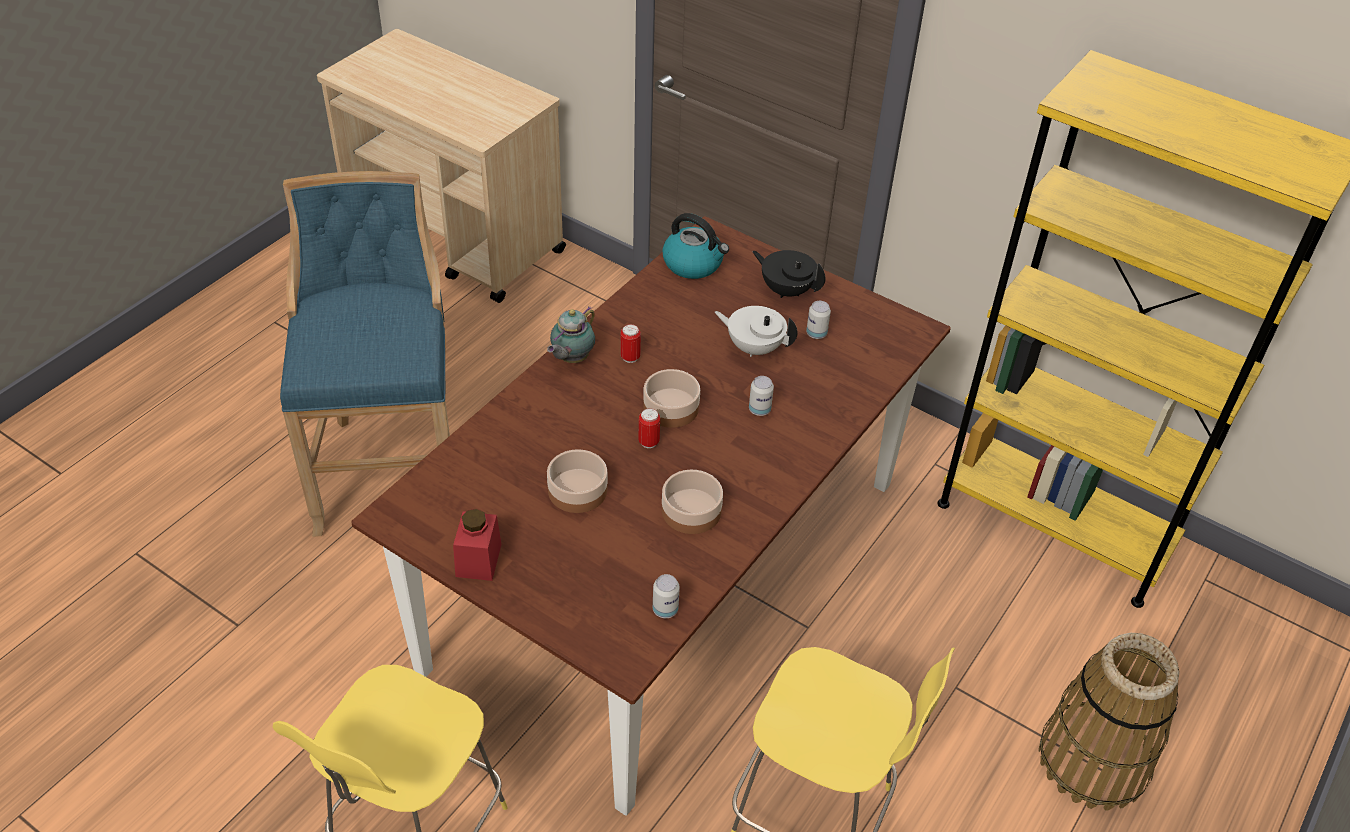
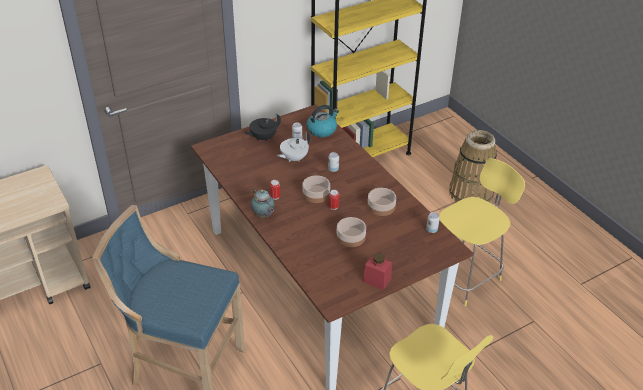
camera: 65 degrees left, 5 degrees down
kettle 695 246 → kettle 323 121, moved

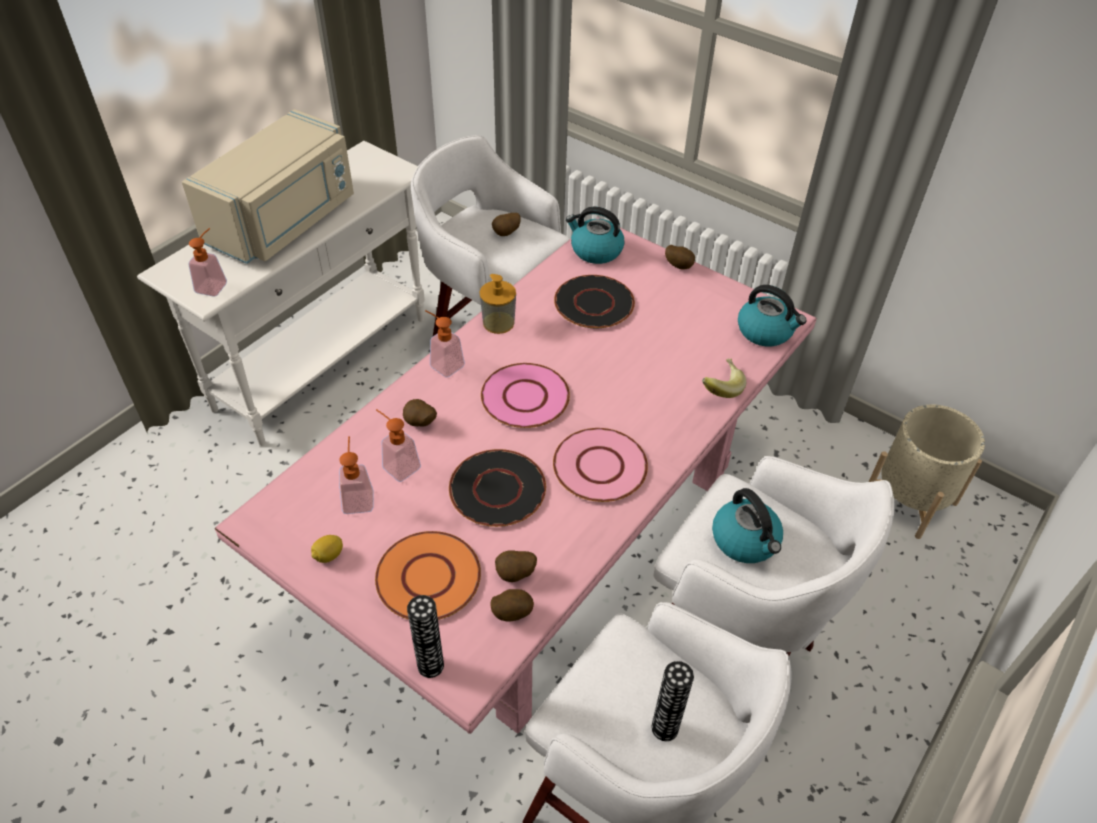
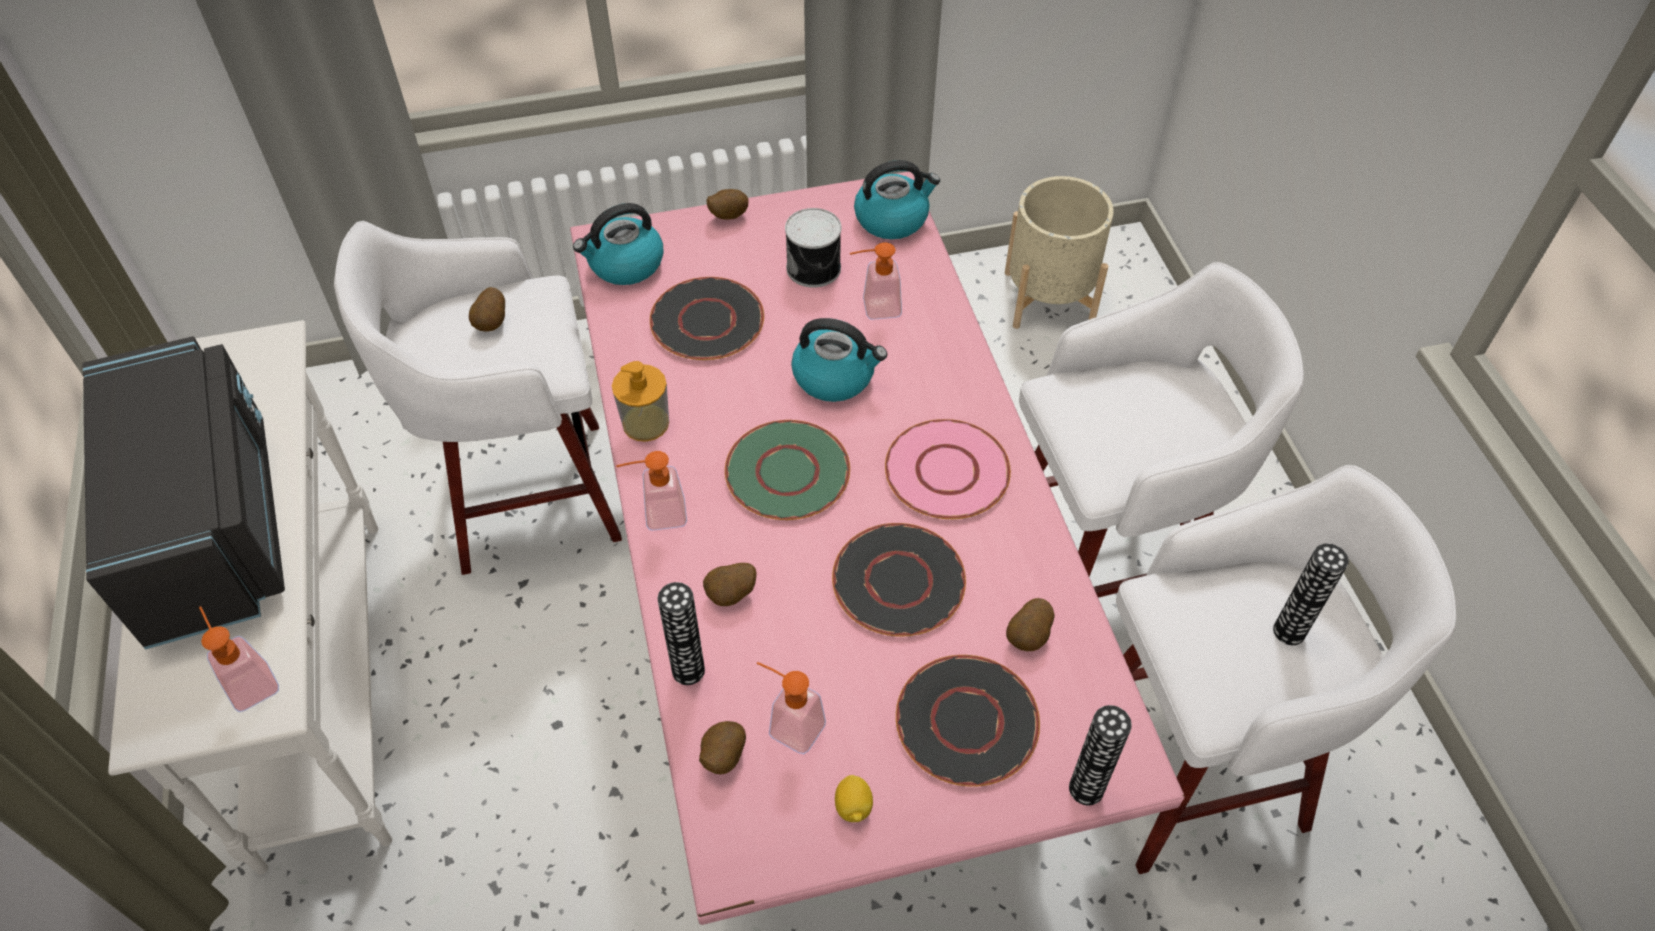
camera: 50 degrees left, 5 degrees up
beige microwave 268 186 → black microwave 184 493
- → vase 681 633
potato 512 605 → potato 722 747, moved
pink plate 525 395 → green plate 787 470
- → can 813 248
kettle 747 525 → kettle 839 360, moved
soap dispenser 398 445 → soap dispenser 876 281, moved
orange plate 428 575 → black plate 968 721
banana 724 378 → -

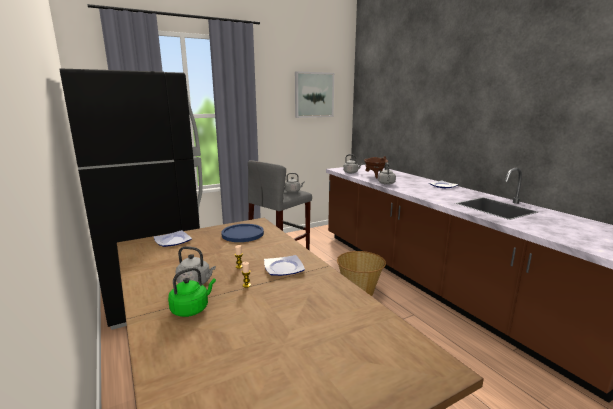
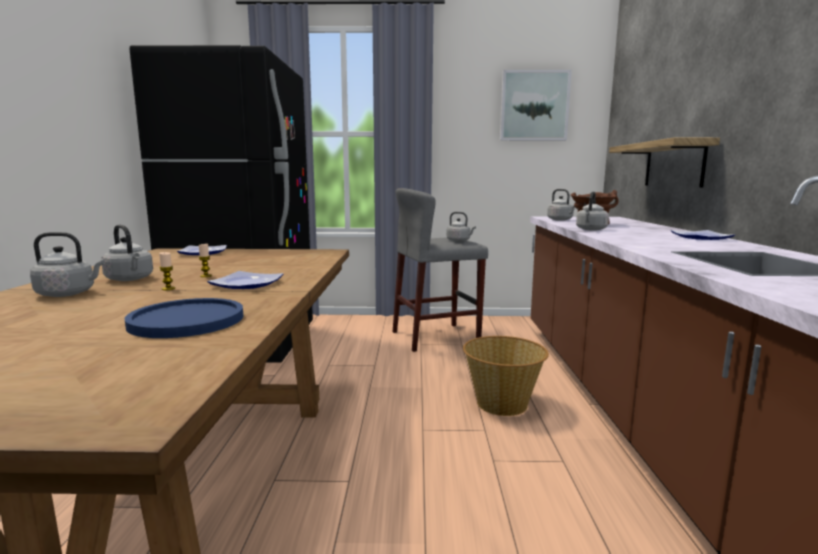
camera: 30 degrees right, 5 degrees down
green kettle 192 292 → grey kettle 67 264
blue plate 242 233 → blue plate 184 318, moved
- → shelf 664 162

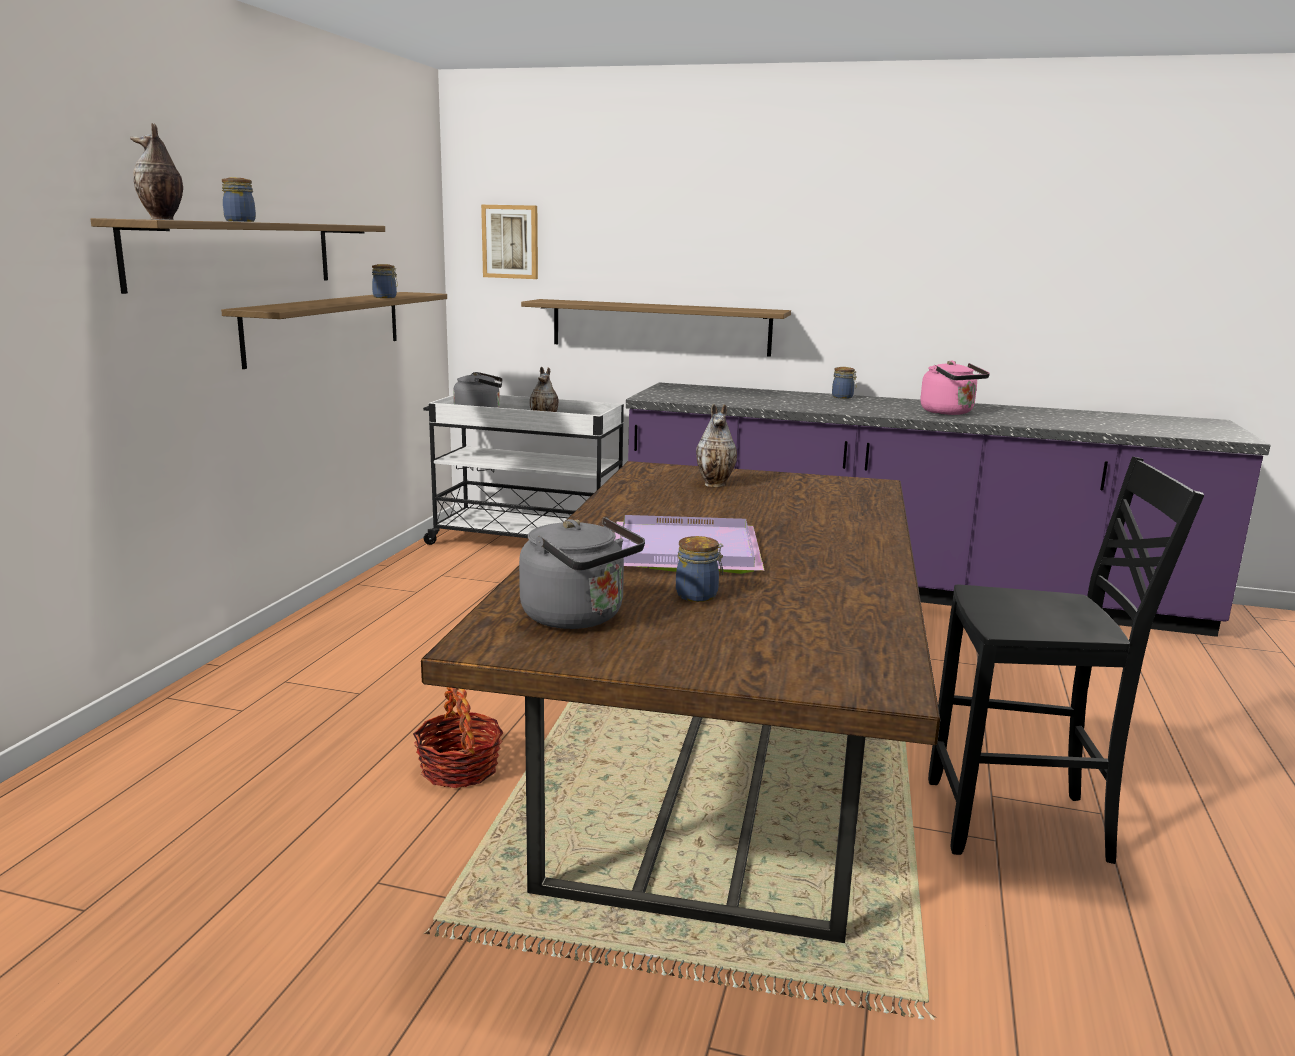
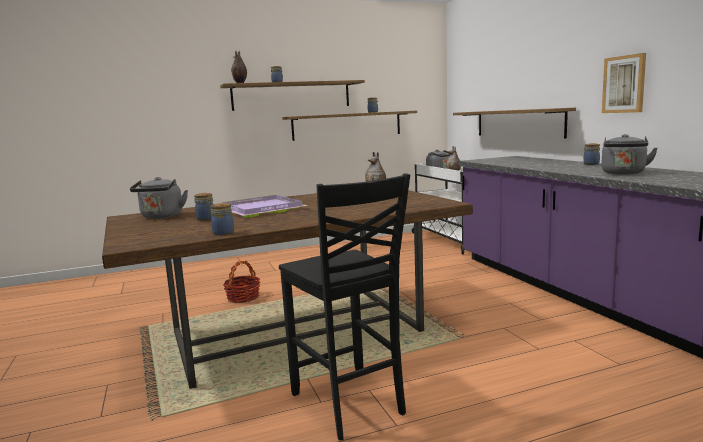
camera: 55 degrees right, 5 degrees down
- → jar 222 219
pink kettle 955 387 → grey kettle 629 154
picture 509 242 → picture 624 83, moved

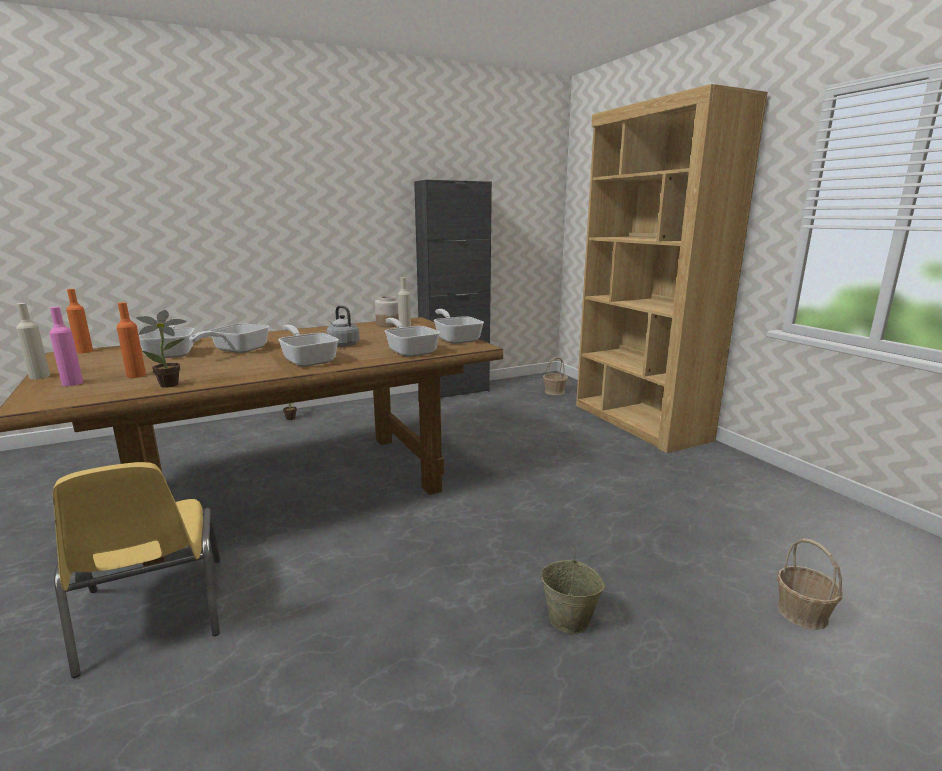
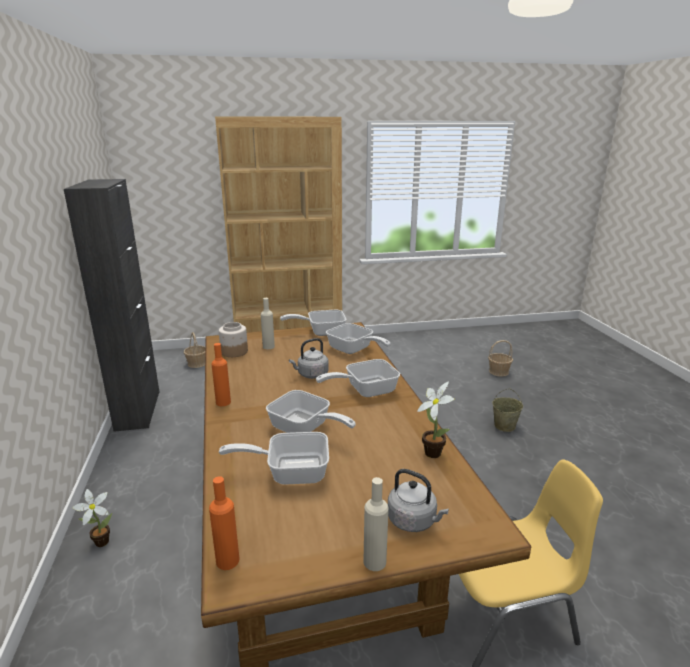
camera: 75 degrees left, 5 degrees up
orange bottle 131 340 → orange bottle 221 374, moved
frying pan 412 337 → frying pan 358 338, 120 degrees counterclockwise
pink bottle 66 346 → grey kettle 418 500

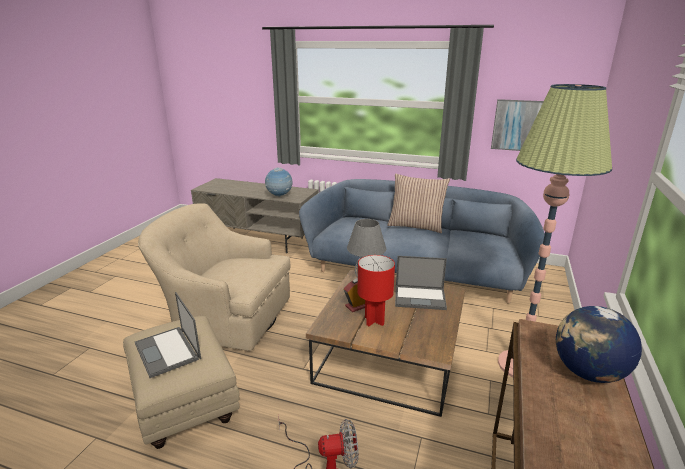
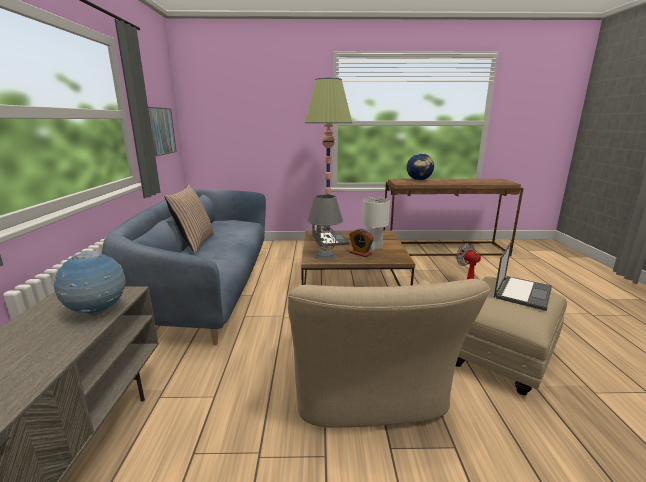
camera: 110 degrees left, 5 degrees down
red table lamp 376 290 → white table lamp 376 223

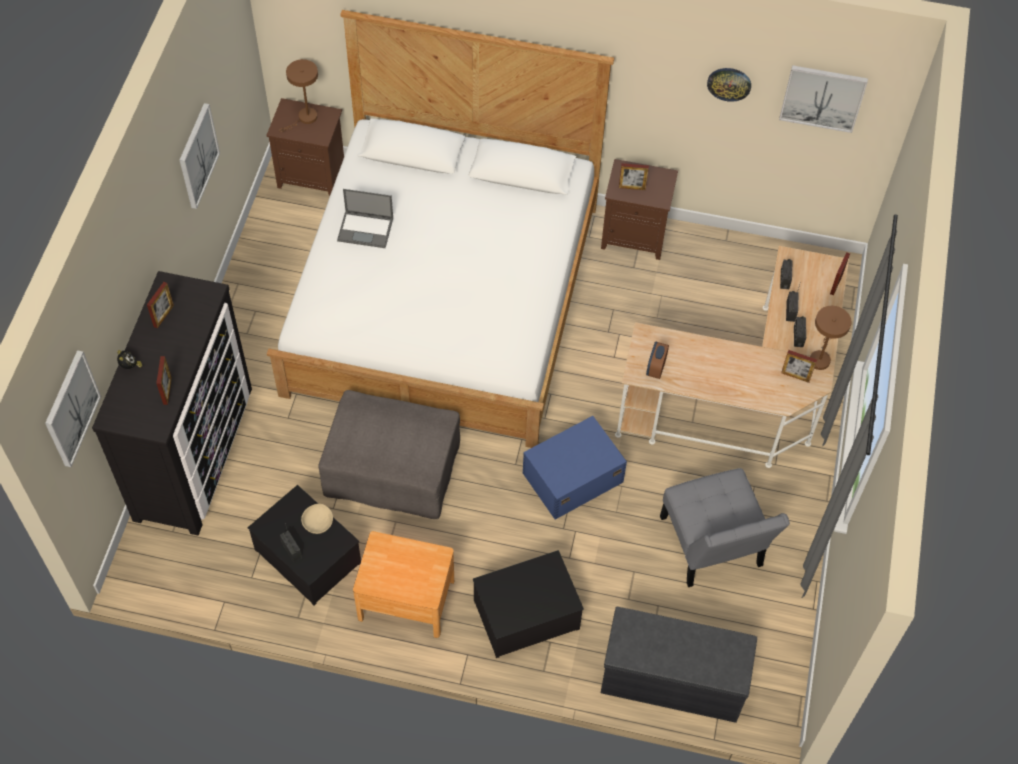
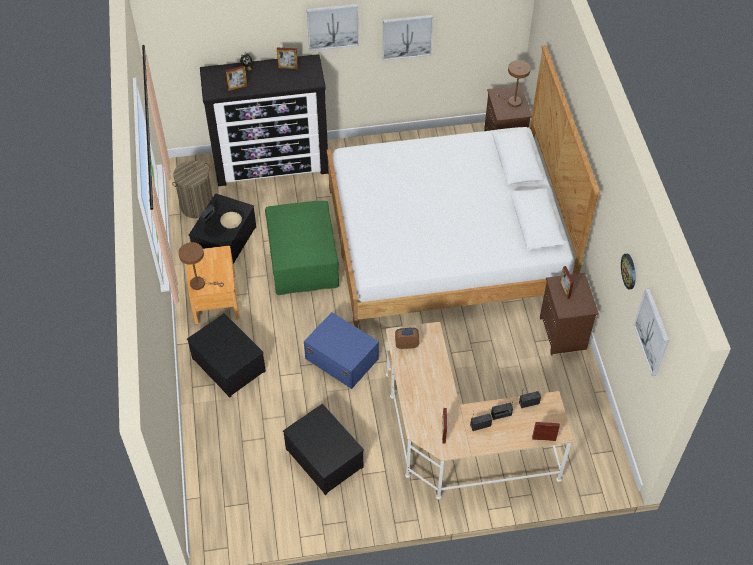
camera: 70 degrees right, 5 degrees down
- → laundry basket 192 189
brown table lamp 830 338 → brown table lamp 201 266, moved
grey ottoman 389 454 → green ottoman 302 248
grey chair 725 527 → storage box 323 449
picture 73 408 → picture 333 27, moved
laptop 365 218 → -
grey bench 679 665 → -

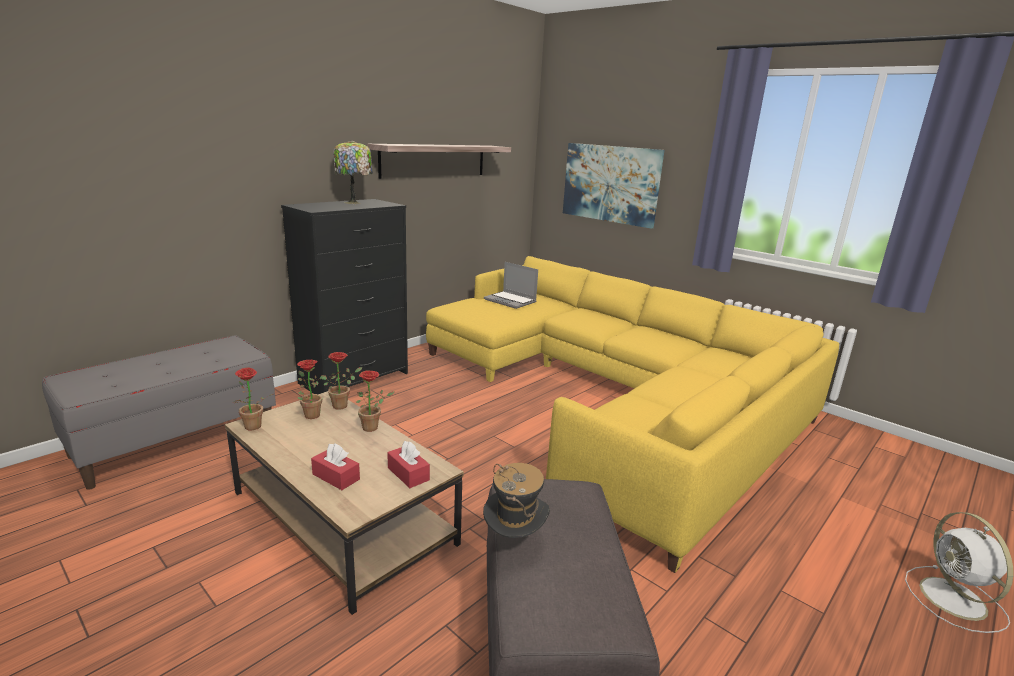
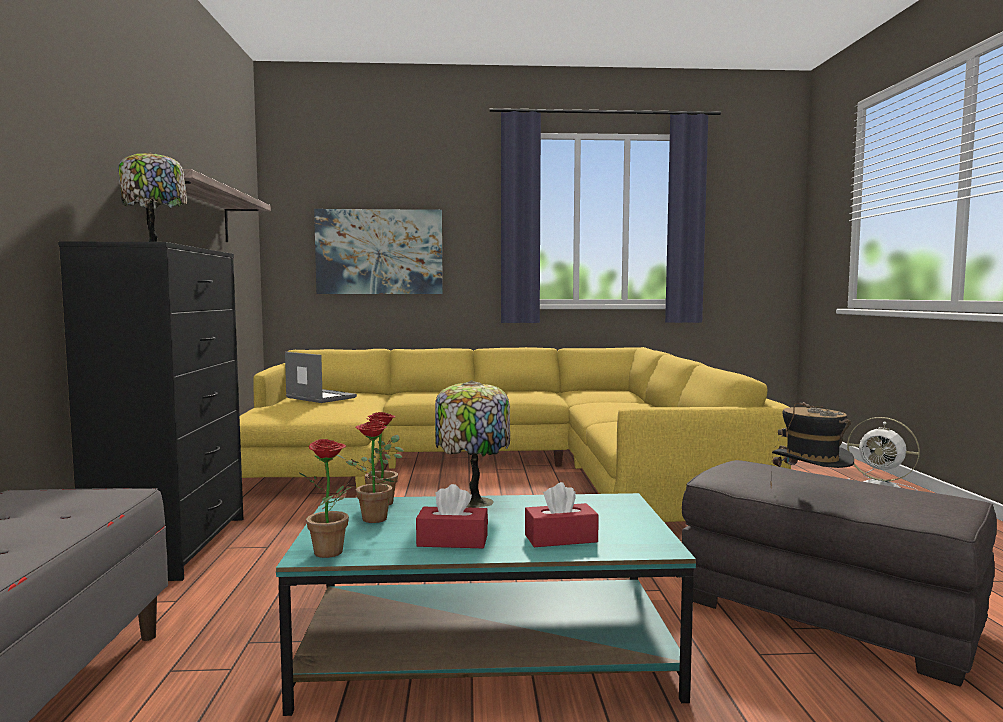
camera: 45 degrees left, 15 degrees down
brown coffee table 344 503 → turquoise coffee table 486 604
laptop 511 285 → laptop 321 377, 135 degrees counterclockwise
red tissue box 408 464 → red tissue box 452 516, moved
potted plant 375 401 → table lamp 472 444

